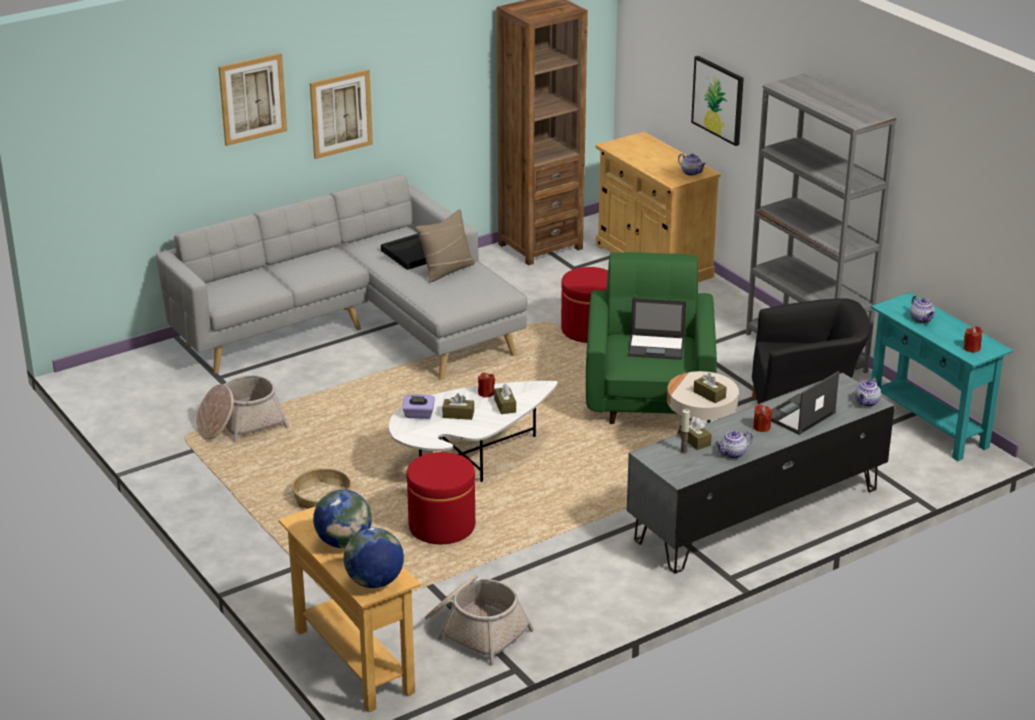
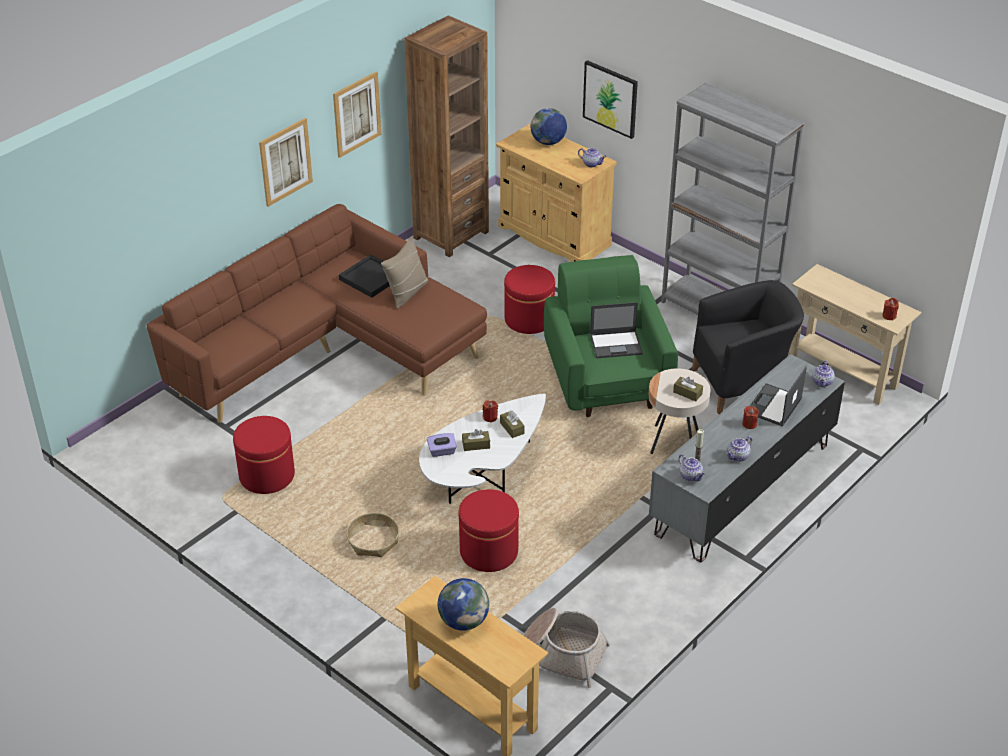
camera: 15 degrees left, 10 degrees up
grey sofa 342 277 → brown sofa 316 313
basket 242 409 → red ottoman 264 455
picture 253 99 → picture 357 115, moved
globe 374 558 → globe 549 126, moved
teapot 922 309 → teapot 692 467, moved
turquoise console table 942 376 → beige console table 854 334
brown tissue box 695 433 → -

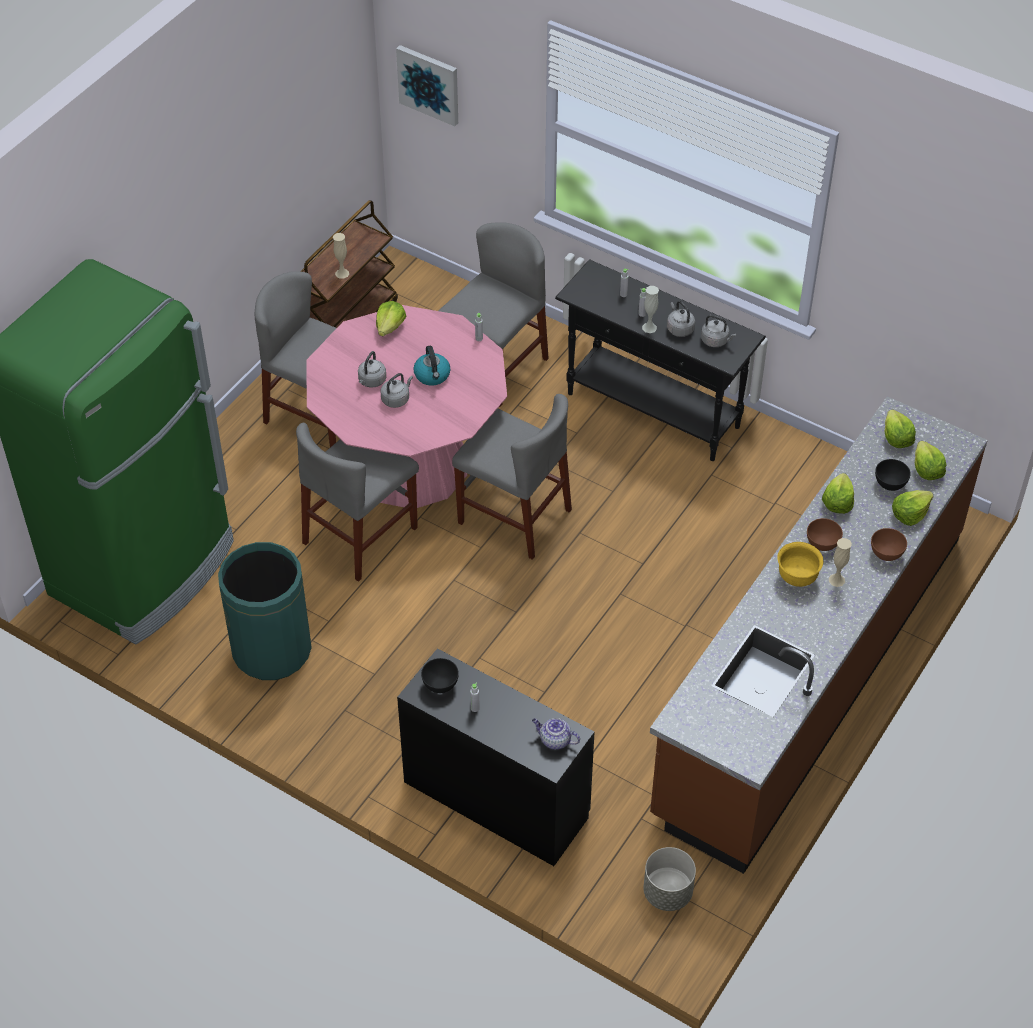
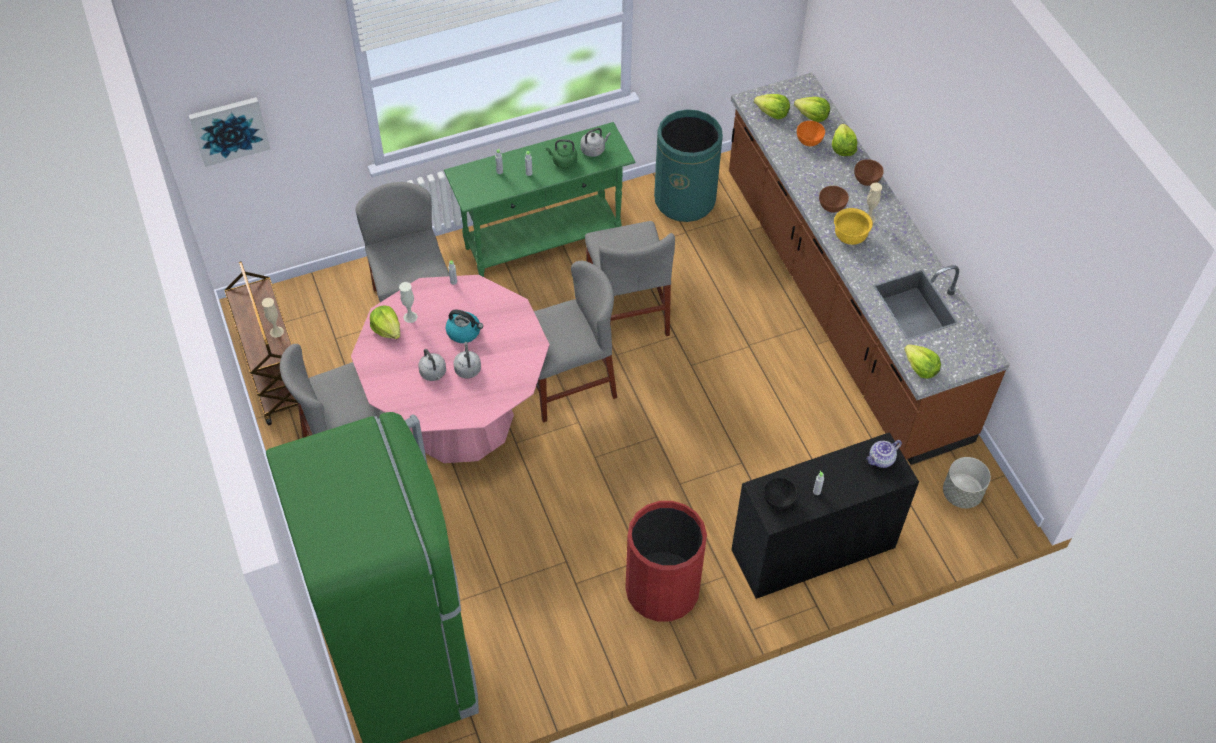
camera: 55 degrees left, 5 degrees up
white vase 650 309 → white vase 408 302, moved
black console table 660 360 → green console table 539 199
grey kettle 681 319 → green kettle 561 154
grey chair 357 502 → grey chair 630 278, moved
- → red trash can 666 561
green trash can 265 611 → green trash can 688 165, moved
black bowl 893 475 → orange bowl 811 133
lettuce 838 493 → lettuce 922 361, moved

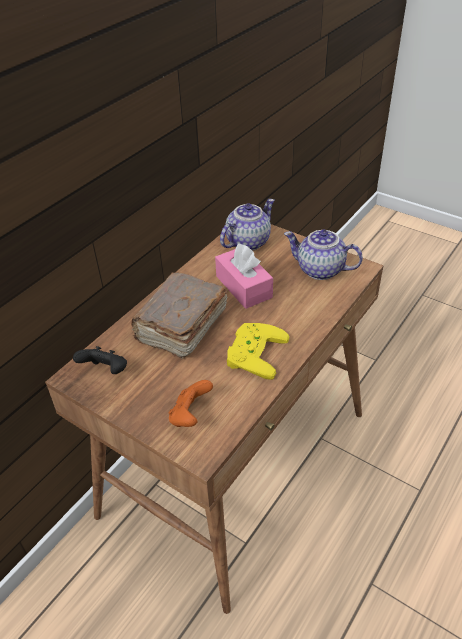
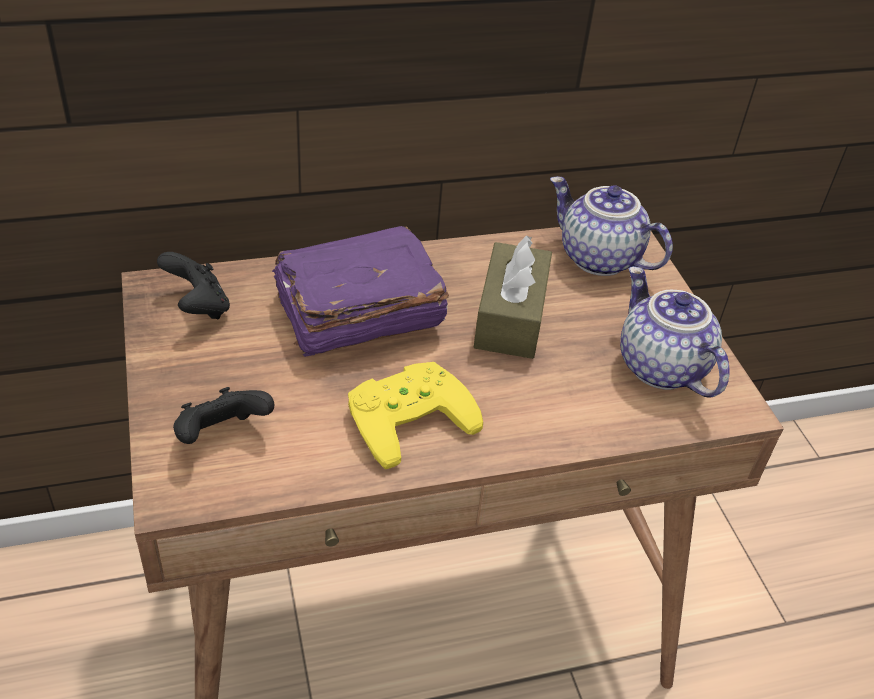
camera: 35 degrees right, 0 degrees up
orange game controller 191 403 → black game controller 224 415
brown book 180 315 → purple book 360 291
pink tissue box 244 276 → brown tissue box 513 297
teapot 247 225 → teapot 611 226, 135 degrees counterclockwise

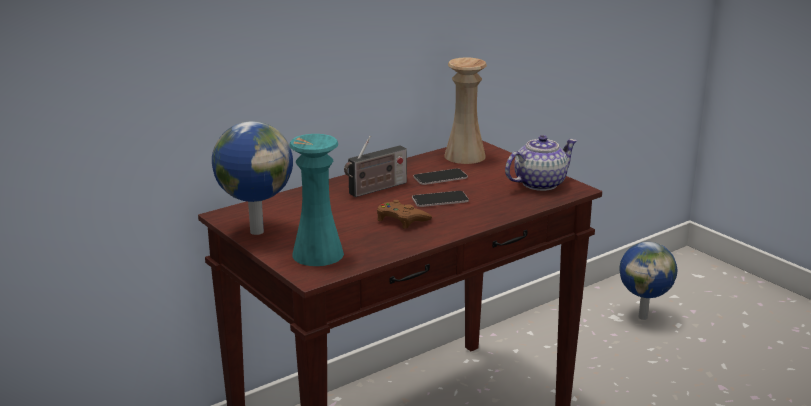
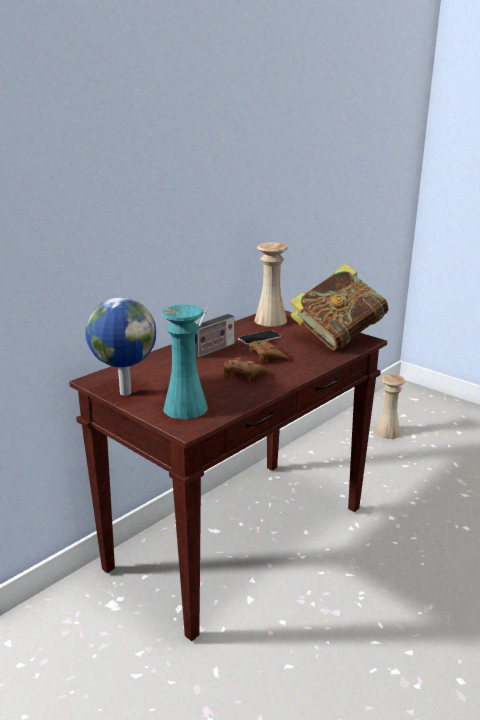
camera: 10 degrees left, 0 degrees up
phone 440 199 → brown game controller 269 351
teapot 541 163 → book 339 307
globe 648 281 → beige vase 390 406

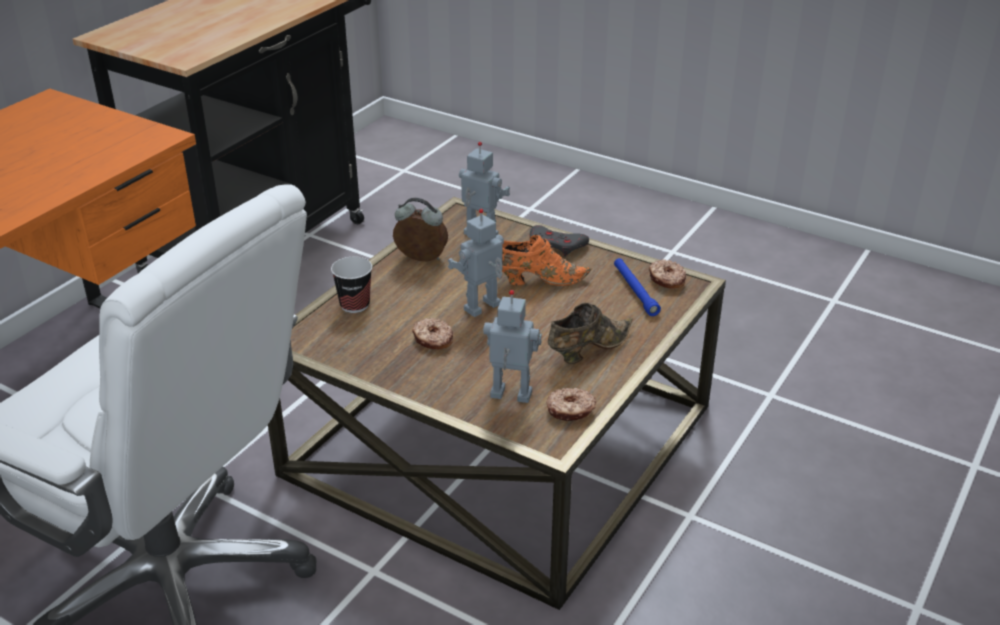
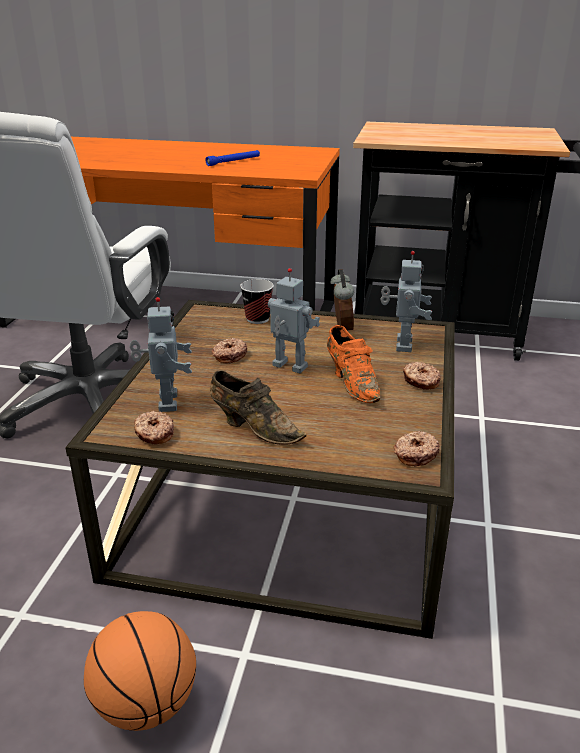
camera: 70 degrees right, 5 degrees down
- → basketball 140 671
blue flashlight 637 287 → blue flashlight 232 158, moved
grey game controller 559 241 → donut 422 376

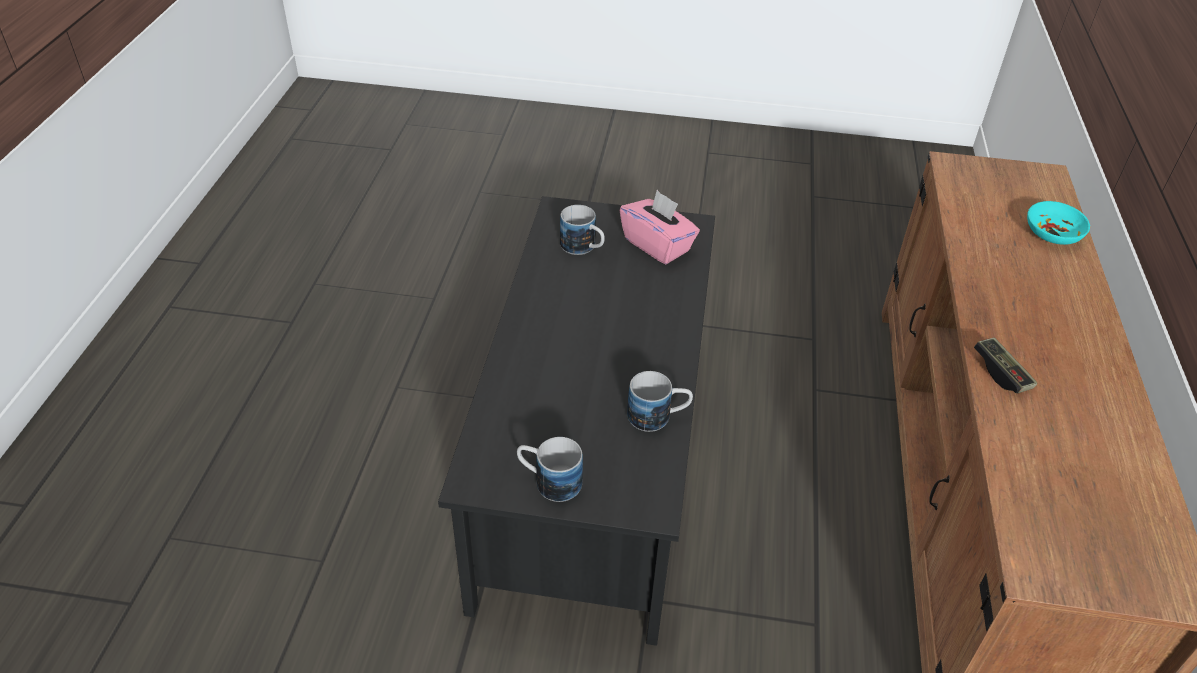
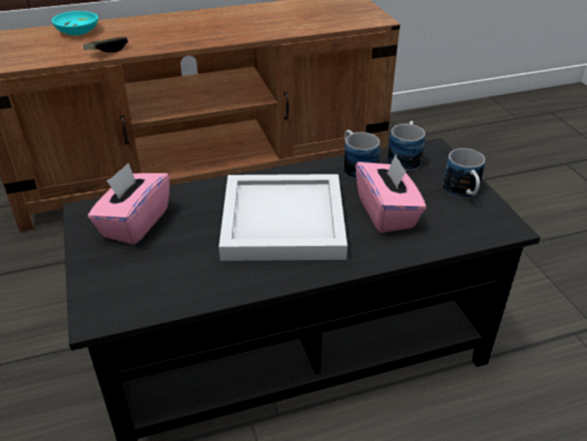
camera: 115 degrees left, 5 degrees down
game controller 1005 365 → game controller 105 45, moved
- → white tray 283 217
- → pink tissue box 391 193
mug 582 230 → mug 406 146, moved

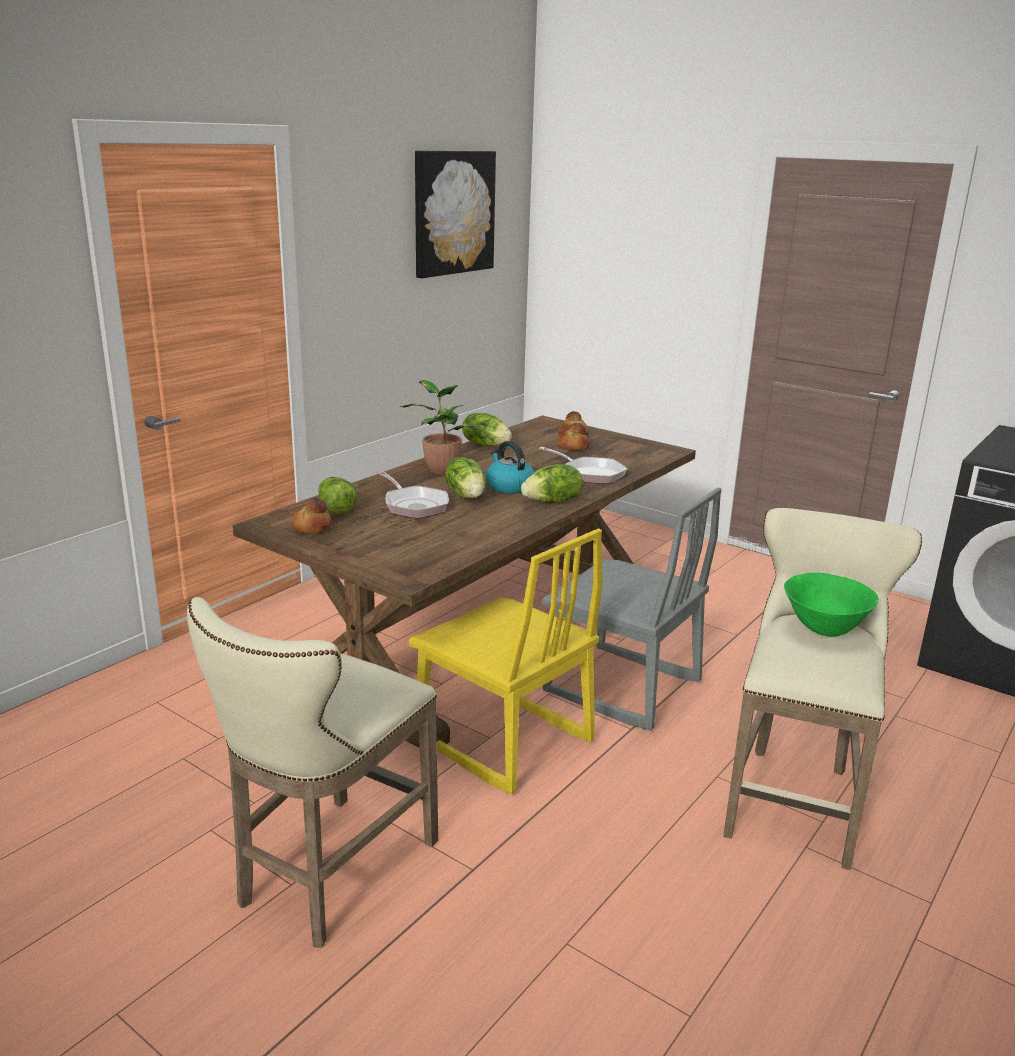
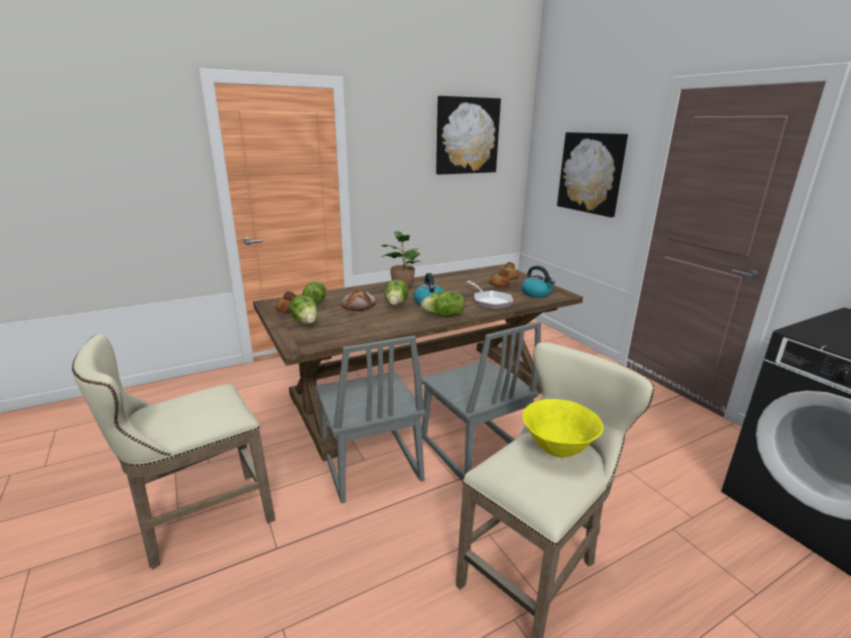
camera: 25 degrees right, 0 degrees up
lettuce 487 430 → lettuce 303 309, moved
yellow chair 505 661 → grey chair 370 419
frying pan 412 494 → bread 358 300
- → kettle 538 282
green bowl 831 605 → yellow bowl 563 428
- → picture 592 174

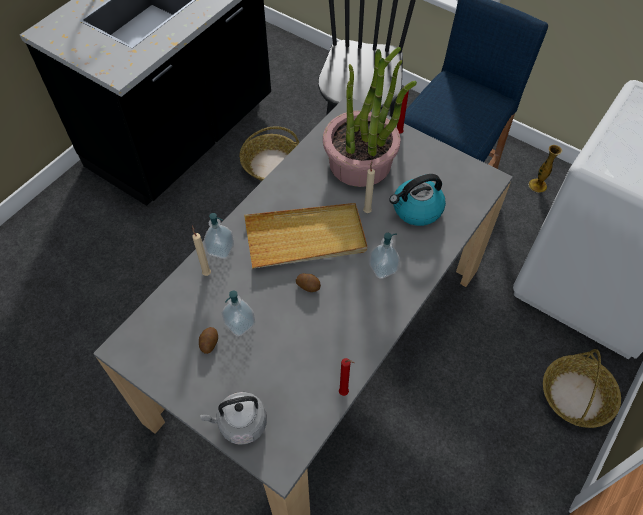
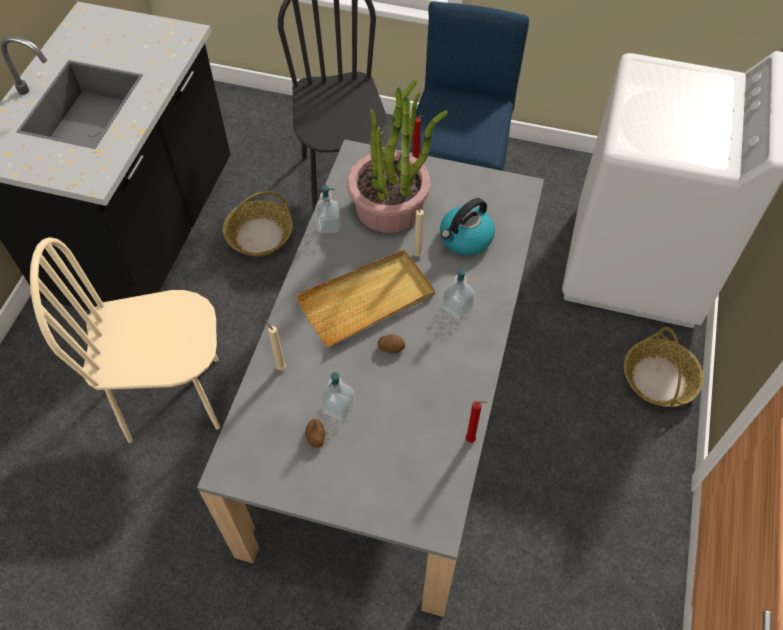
camera: 20 degrees left, 0 degrees up
- → beige chair 125 340
soap dispenser 219 236 → soap dispenser 328 209, moved
grey kettle 233 418 → -
vase 545 169 → -

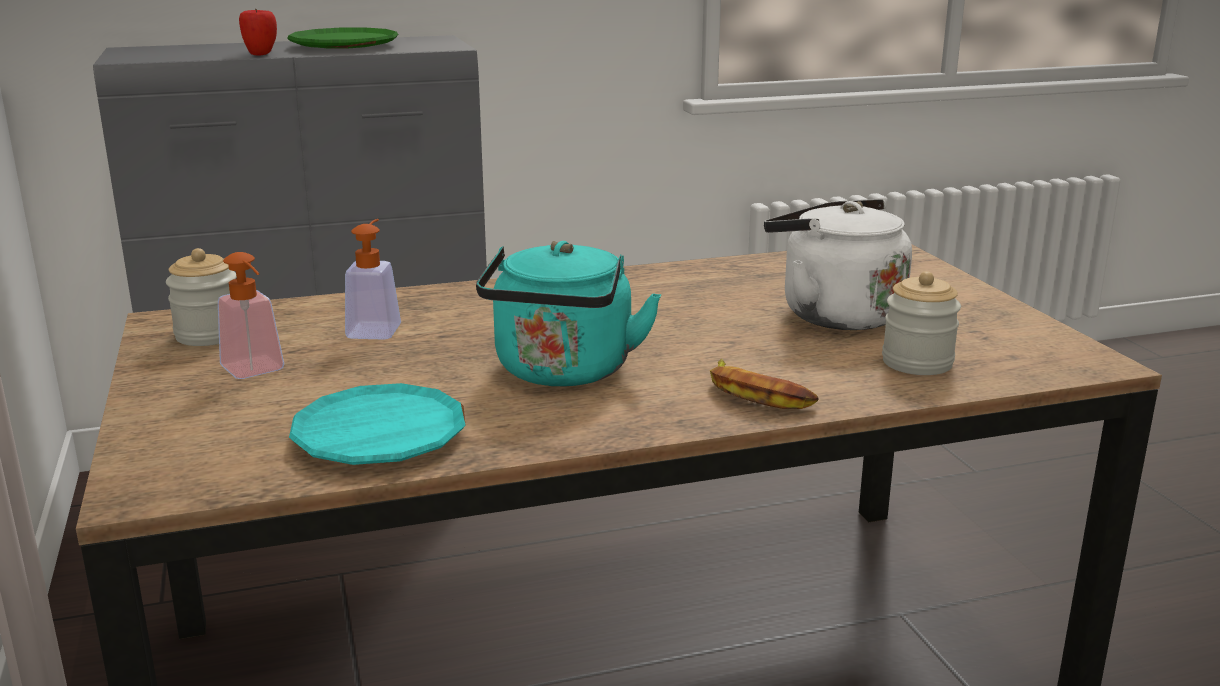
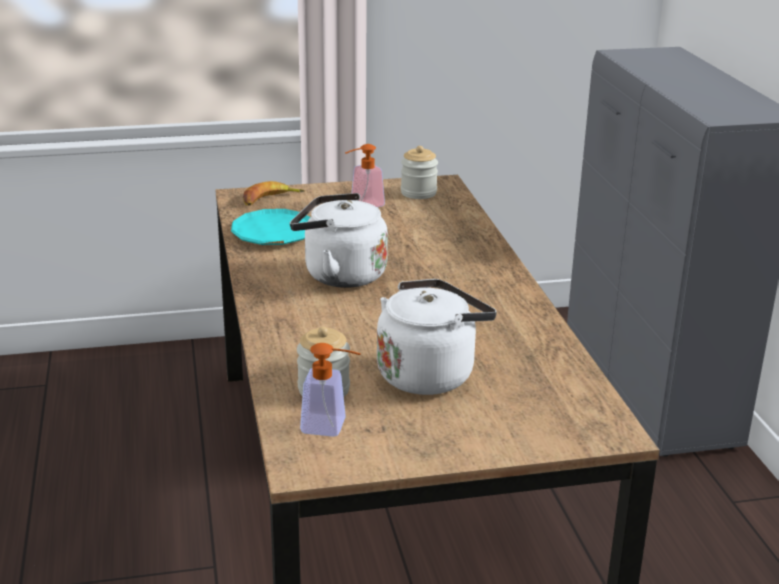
camera: 95 degrees right, 5 degrees up
banana 764 384 → banana 274 193, moved
turquoise kettle 568 313 → white kettle 339 240
soap dispenser 373 279 → soap dispenser 330 390, moved
apple 258 32 → -
green plate 342 38 → -

